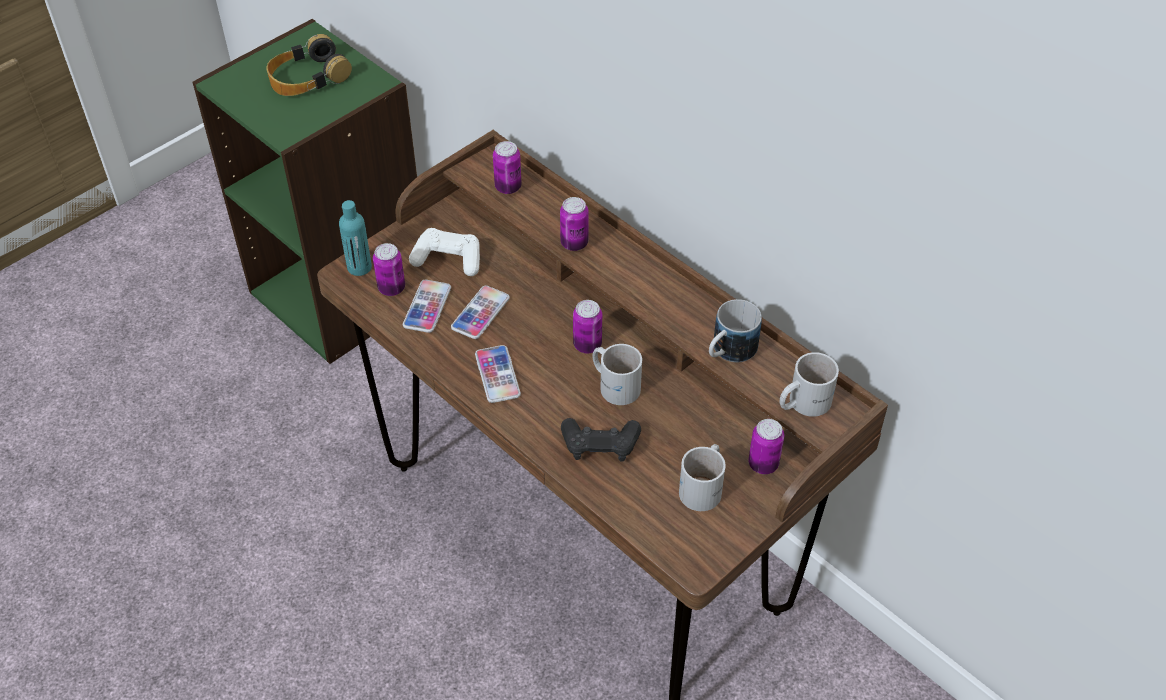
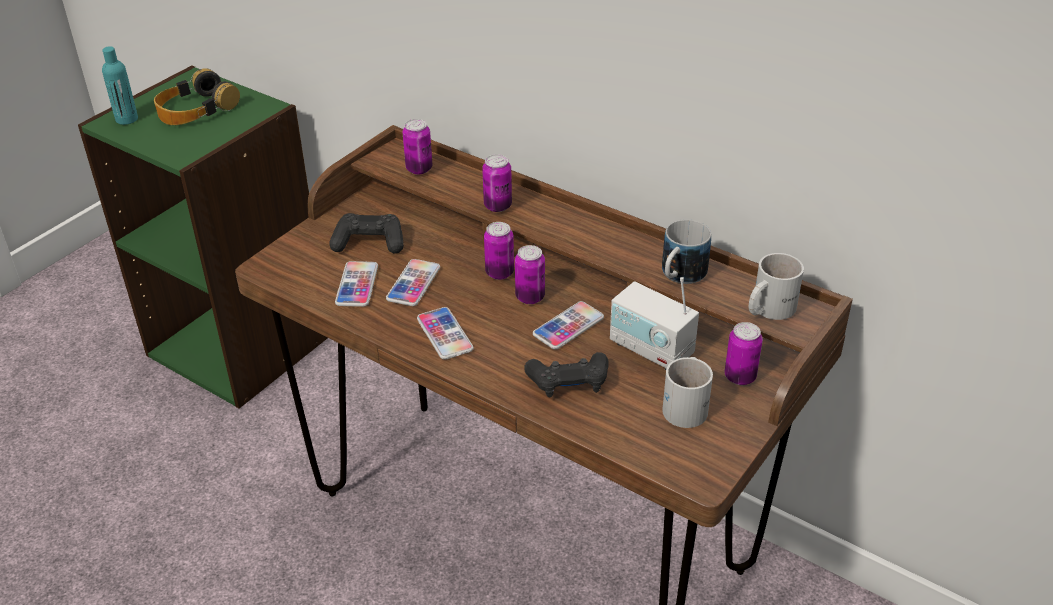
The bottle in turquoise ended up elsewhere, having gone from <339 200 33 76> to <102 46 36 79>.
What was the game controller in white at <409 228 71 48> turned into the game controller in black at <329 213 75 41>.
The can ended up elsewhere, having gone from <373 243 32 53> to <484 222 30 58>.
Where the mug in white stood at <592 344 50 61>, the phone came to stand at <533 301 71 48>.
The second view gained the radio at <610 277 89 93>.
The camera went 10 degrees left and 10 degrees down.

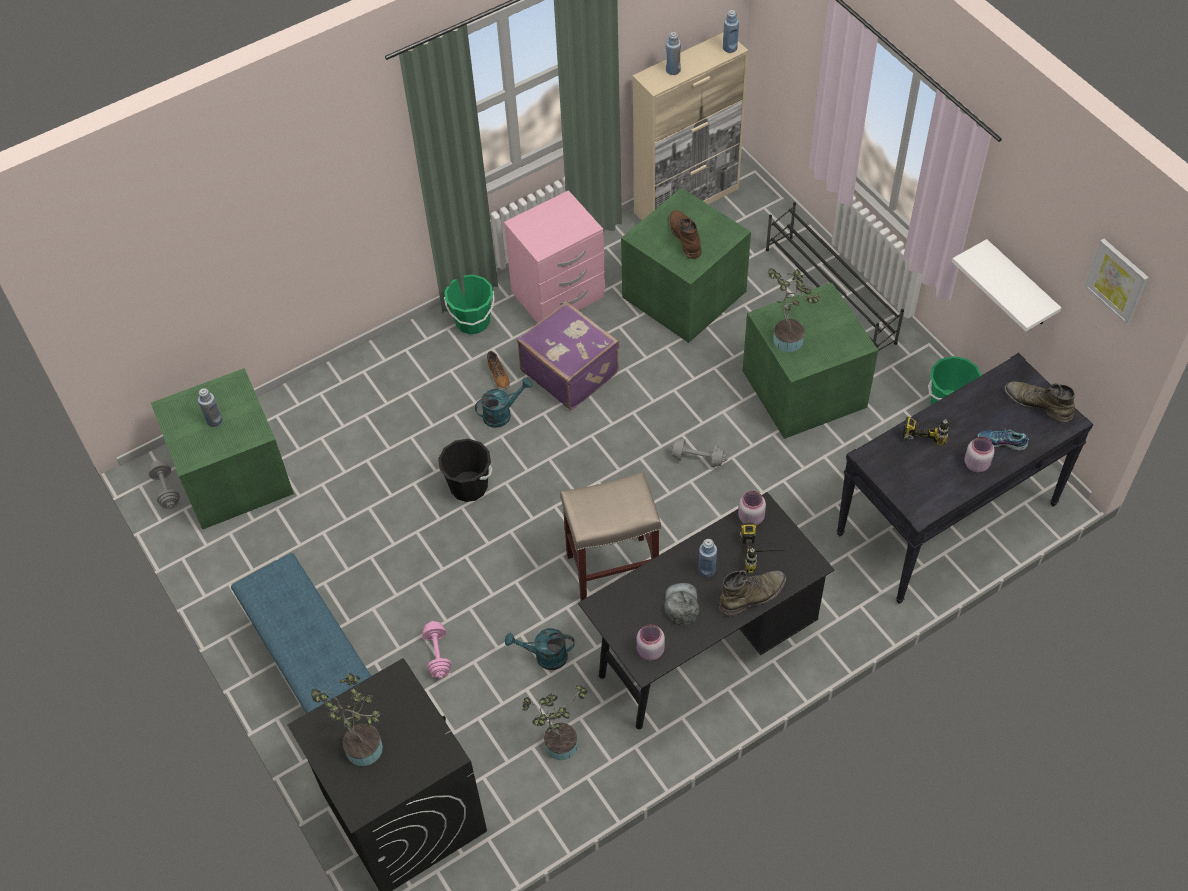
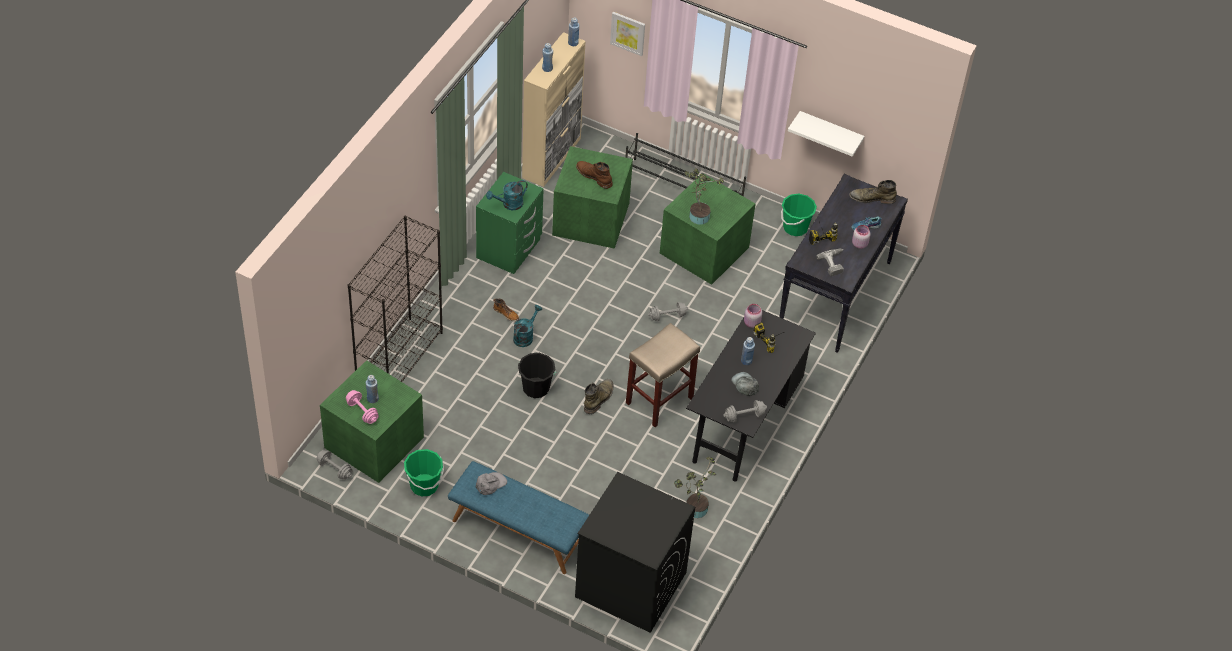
The dumbbell in pink ended up elsewhere, having gone from <422 621 29 58> to <346 390 33 34>.
The second view gained the bookcase in black at <348 215 95 167>.
The bucket in green ended up elsewhere, having gone from <444 275 51 59> to <404 449 40 47>.
What was the nightstand in pink at <504 190 101 133> turned into the nightstand in green at <476 172 68 102>.
The second view gained the cap in grey at <476 472 31 23>.
The watering can in turquoise ended up elsewhere, having gone from <505 628 70 42> to <486 180 42 30>.
The boot in green ended up elsewhere, having gone from <719 570 67 46> to <584 379 30 35>.
The picture ended up elsewhere, having gone from <1084 239 65 86> to <610 12 35 44>.
Where the jar in pink stood at <637 624 28 36>, the dumbbell in grey came to stand at <723 400 44 23>.
The second view gained the power drill at <816 249 28 27>.
The second view lost the potted plant at <311 673 72 93>.
The second view lost the suitcase in purple at <517 301 102 109>.
The camera went 35 degrees left and 5 degrees down.

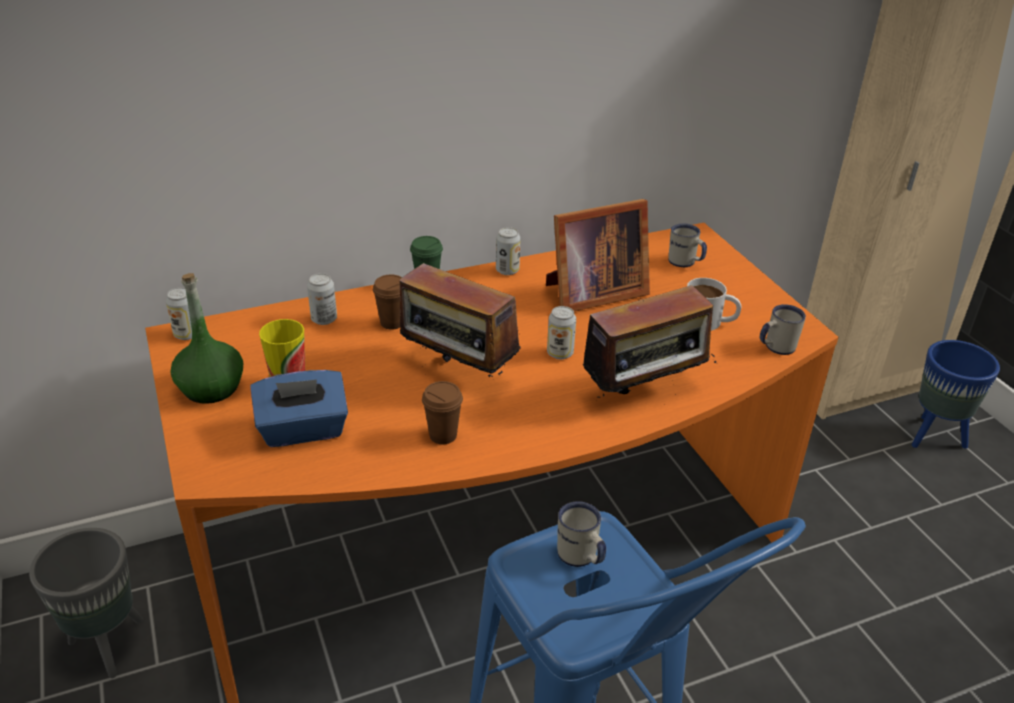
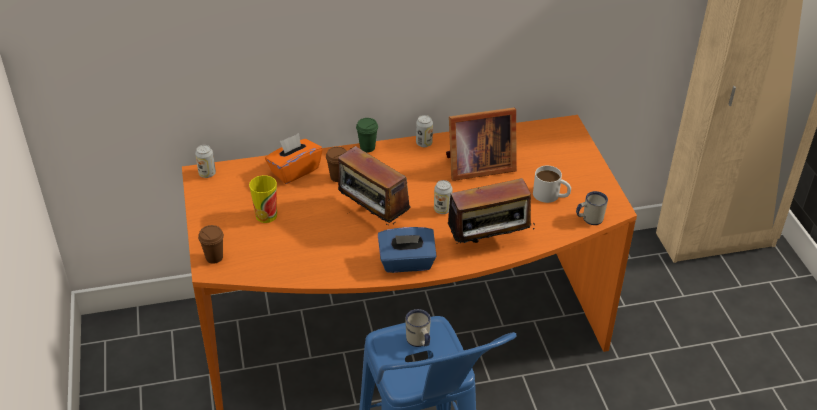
The cup in brown ended up elsewhere, having gone from <422 381 41 63> to <198 225 26 39>.
Where the can stood at <307 273 30 52>, the tissue box in orange came to stand at <265 133 57 51>.
The tissue box in blue ended up elsewhere, having gone from <250 370 98 77> to <378 227 59 46>.
The second view lost the planter in grey at <29 528 114 150>.
The second view lost the bottle in green at <170 273 73 131>.
The second view lost the mug in white at <668 223 39 44>.
The second view lost the planter in blue at <912 340 88 109>.
The camera went 10 degrees right and 5 degrees up.

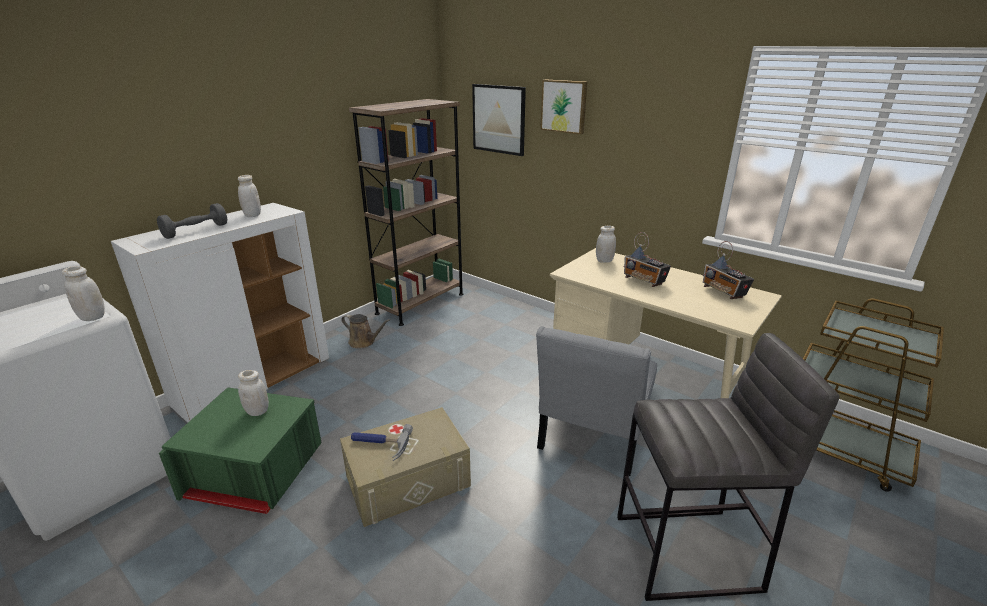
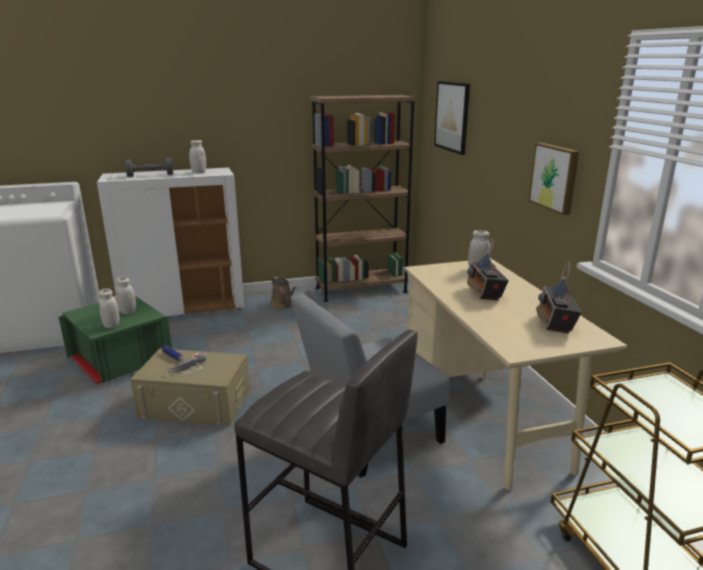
The jar in white ended up elsewhere, having gone from <62 266 43 55> to <99 288 21 40>.
The picture ended up elsewhere, having gone from <540 80 47 55> to <529 143 50 72>.
The camera went 35 degrees right and 5 degrees down.

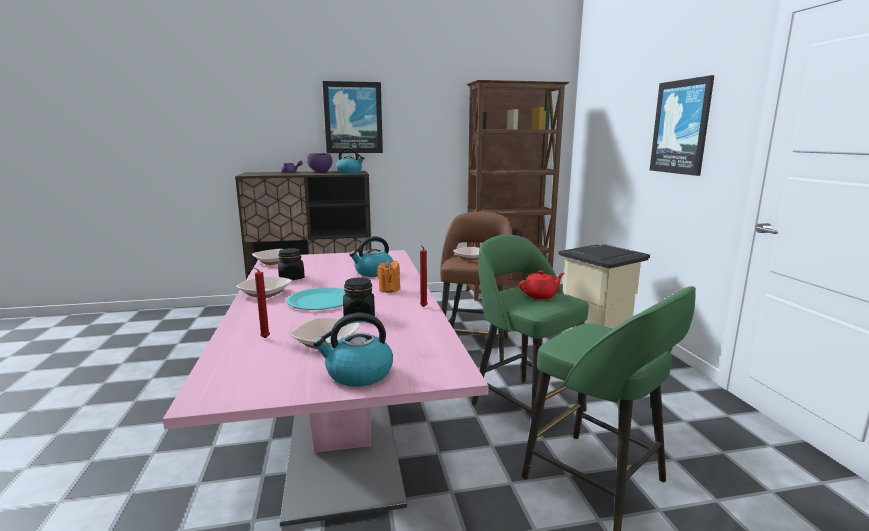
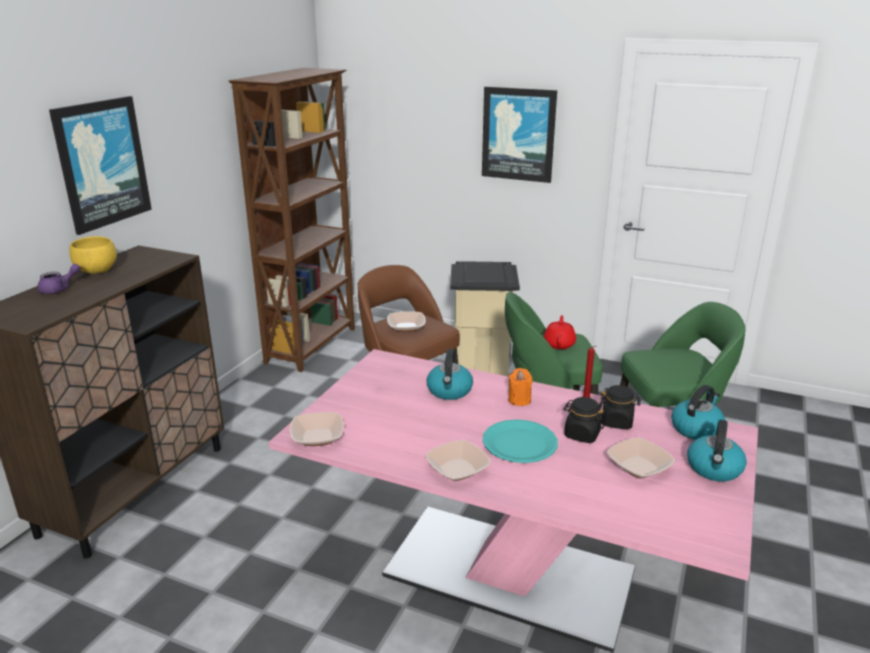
What was the bowl in purple at <307 153 25 19> turned into the bowl in yellow at <69 236 48 38>.
The jar in black ended up elsewhere, having gone from <278 248 27 32> to <599 385 42 44>.
The kettle ended up elsewhere, having gone from <336 148 29 25> to <671 385 54 55>.
The second view lost the candle in red at <250 266 20 72>.
The camera went 55 degrees left and 10 degrees up.

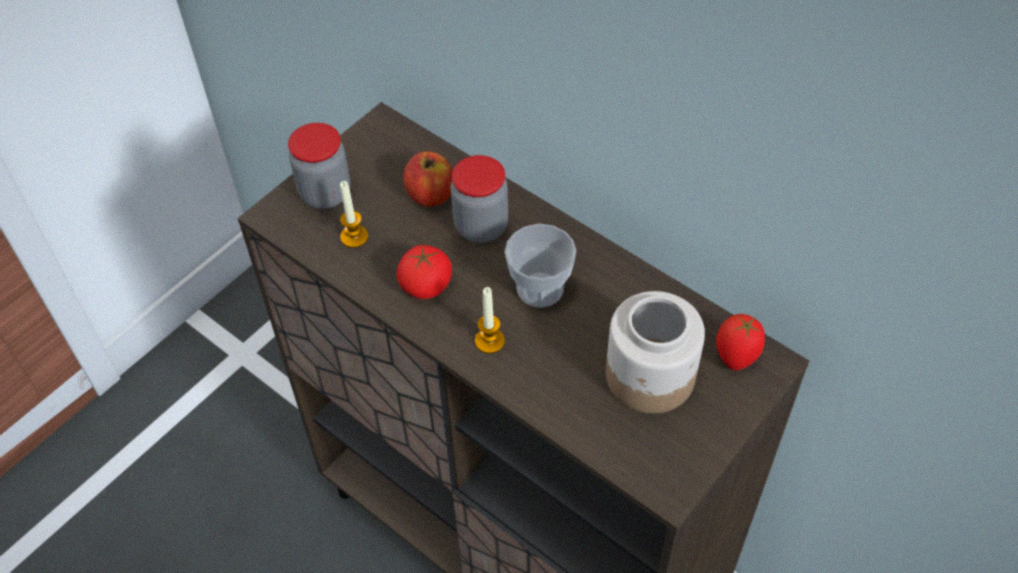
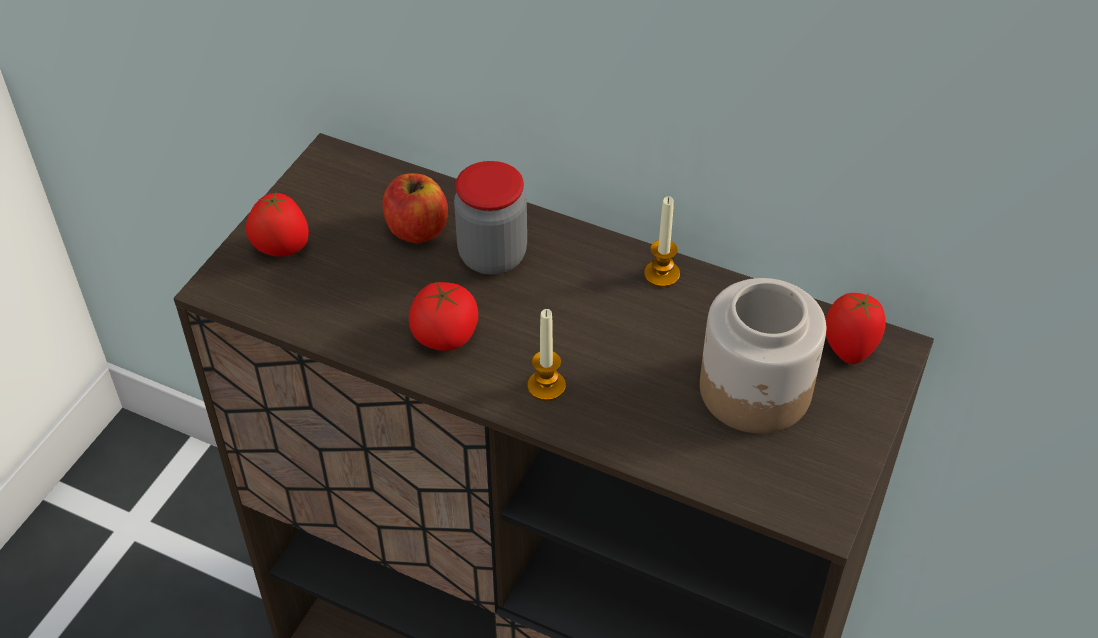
Where the jar stood at <288 123 62 86>, the tomato came to stand at <246 192 63 65>.
The candle ended up elsewhere, having gone from <340 181 28 67> to <644 196 36 91>.
The second view lost the cup at <504 224 73 84>.
The camera went 15 degrees left and 5 degrees down.

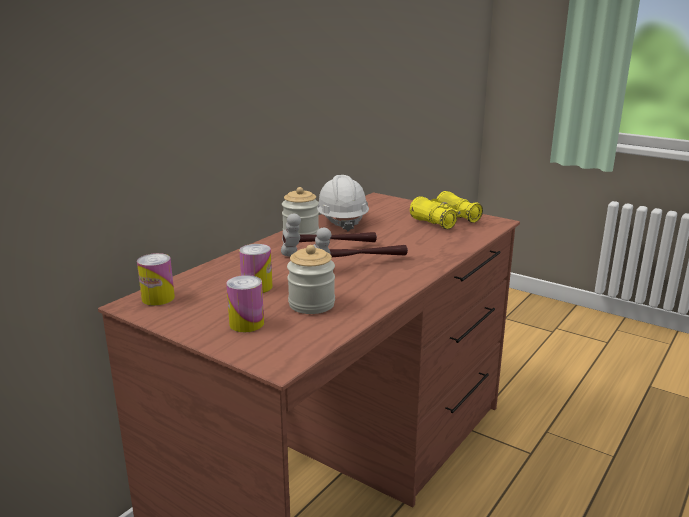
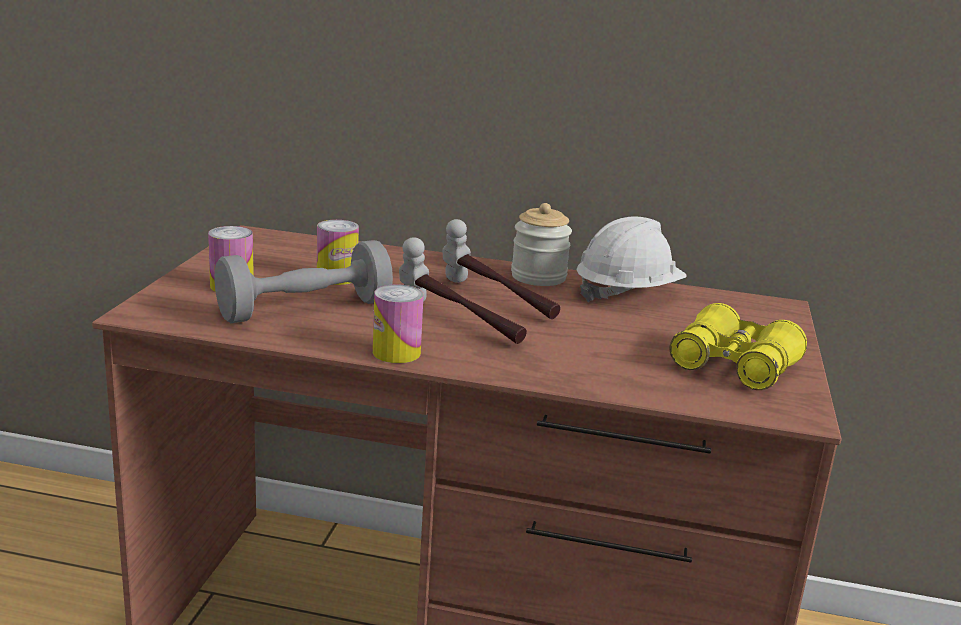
Where the jar stood at <287 245 48 69>, the dumbbell in grey came to stand at <214 240 179 83>.
The can ended up elsewhere, having gone from <137 253 38 53> to <373 284 51 79>.
The camera went 65 degrees right and 0 degrees up.

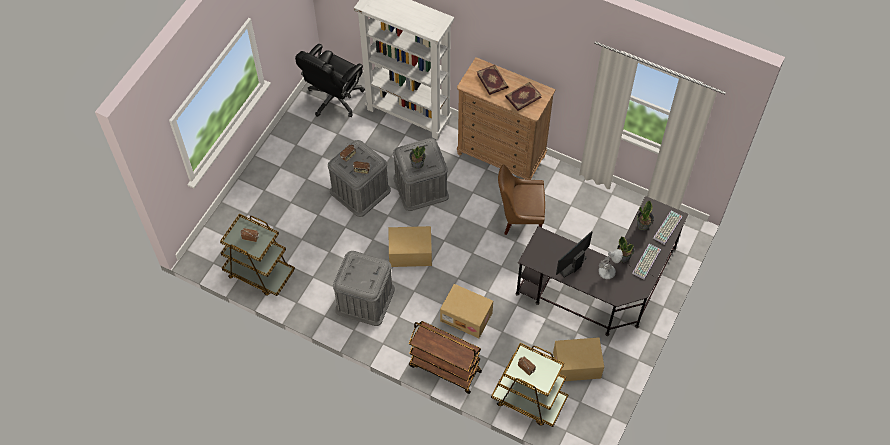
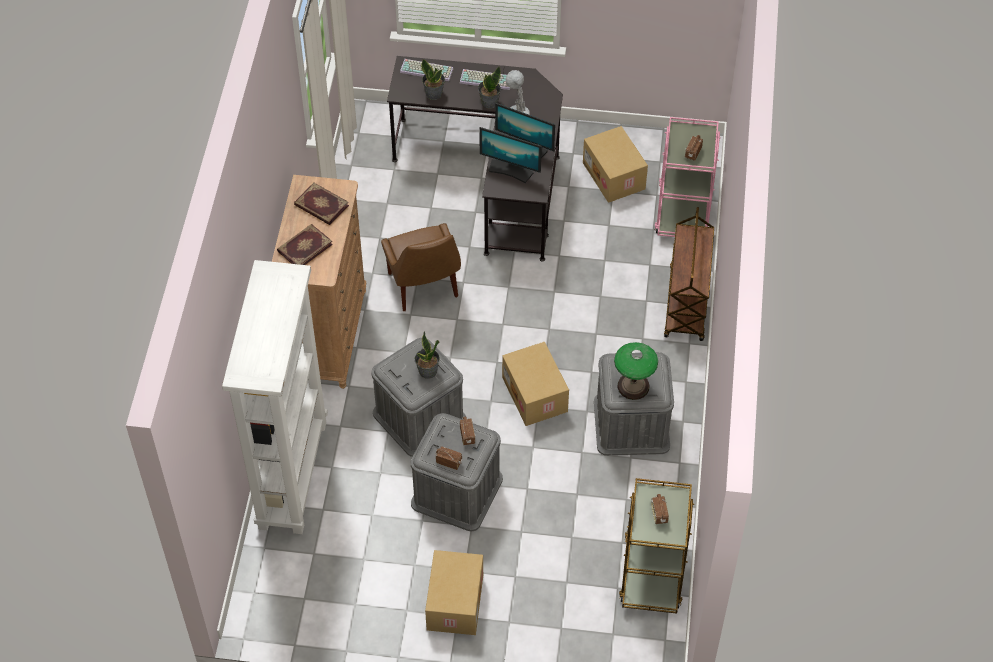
The cardboard box ended up elsewhere, having gone from <440 284 53 54> to <425 550 58 85>.
The second view gained the monitor at <479 127 63 56>.
The second view gained the table lamp at <614 342 44 58>.
What was the cart in brown at <491 343 77 84> turned into the cart in pink at <655 117 66 120>.
The second view lost the office chair in black at <295 44 70 73>.
The camera went 110 degrees left and 5 degrees down.

